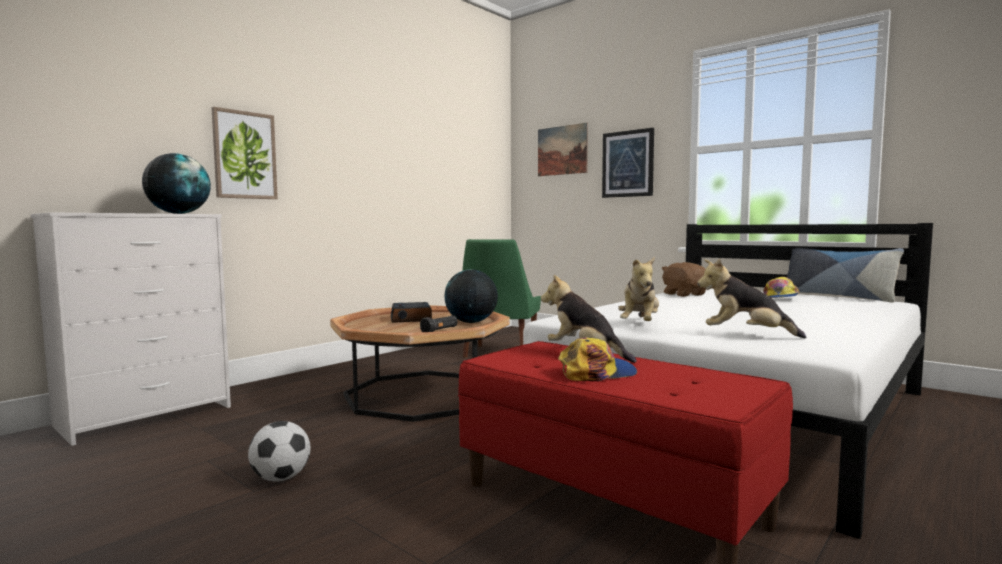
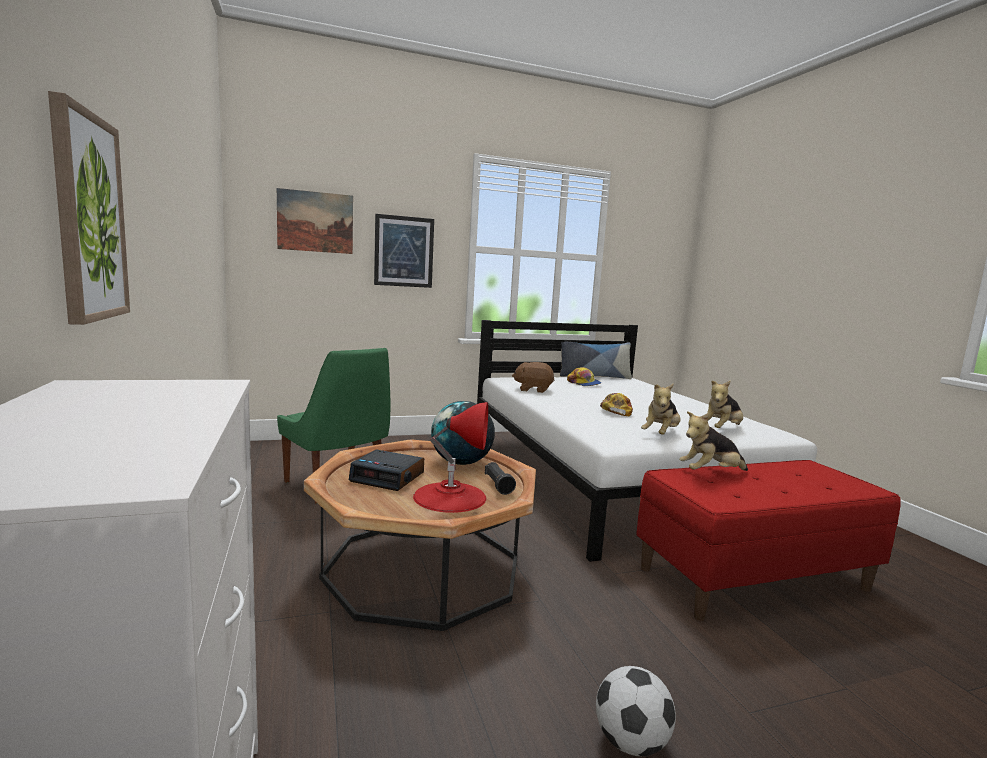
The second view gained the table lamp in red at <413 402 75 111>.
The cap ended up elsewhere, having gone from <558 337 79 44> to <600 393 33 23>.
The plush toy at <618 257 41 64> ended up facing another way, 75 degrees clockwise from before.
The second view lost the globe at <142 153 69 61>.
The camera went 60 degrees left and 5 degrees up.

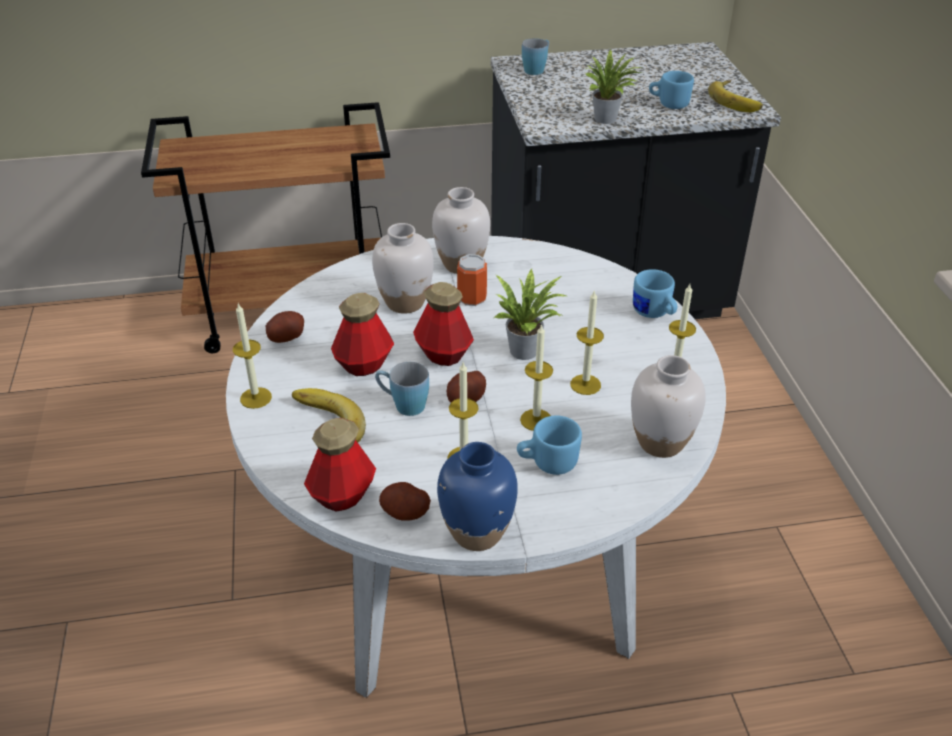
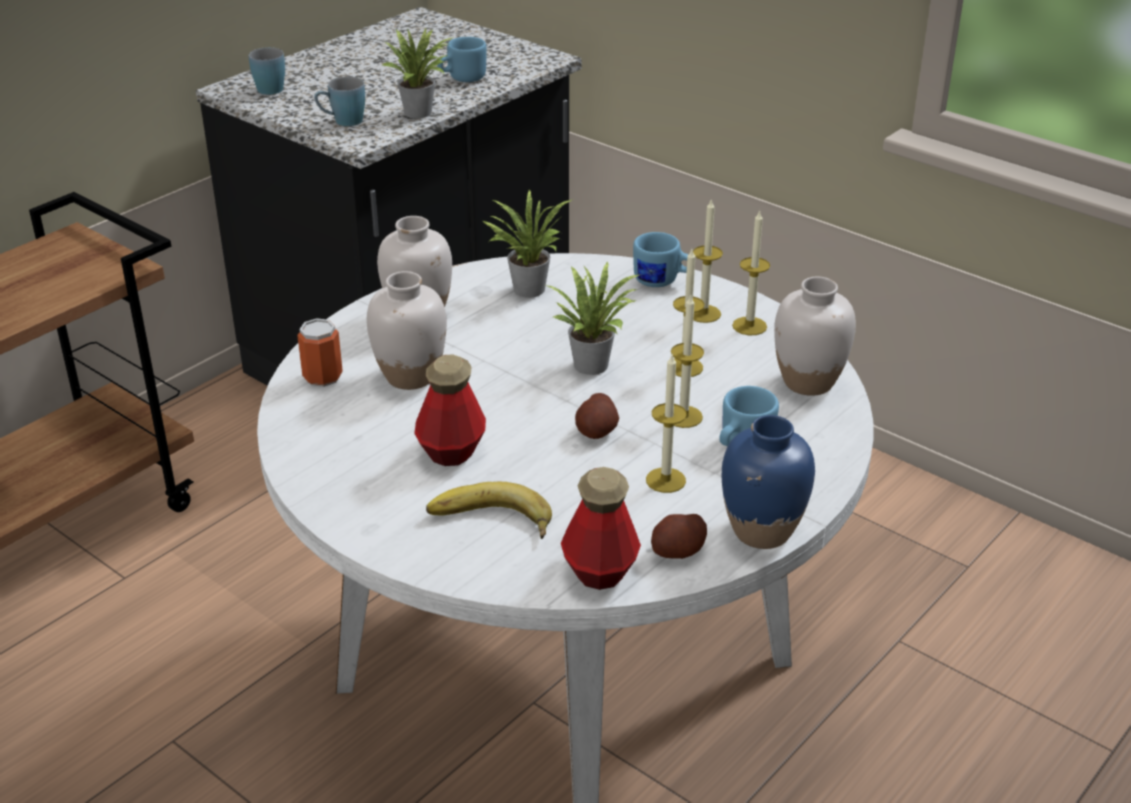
The can ended up elsewhere, having gone from <457 254 30 52> to <297 318 46 69>.
The mug in blue ended up elsewhere, having gone from <375 362 54 54> to <314 77 51 49>.
The second view gained the potted plant at <483 189 89 109>.
The candle ended up elsewhere, having gone from <233 303 39 106> to <693 198 30 125>.
The second view lost the potato at <266 311 38 32>.
The second view lost the bottle at <413 282 61 84>.
The second view lost the banana at <708 80 55 33>.
The camera went 40 degrees left and 5 degrees down.

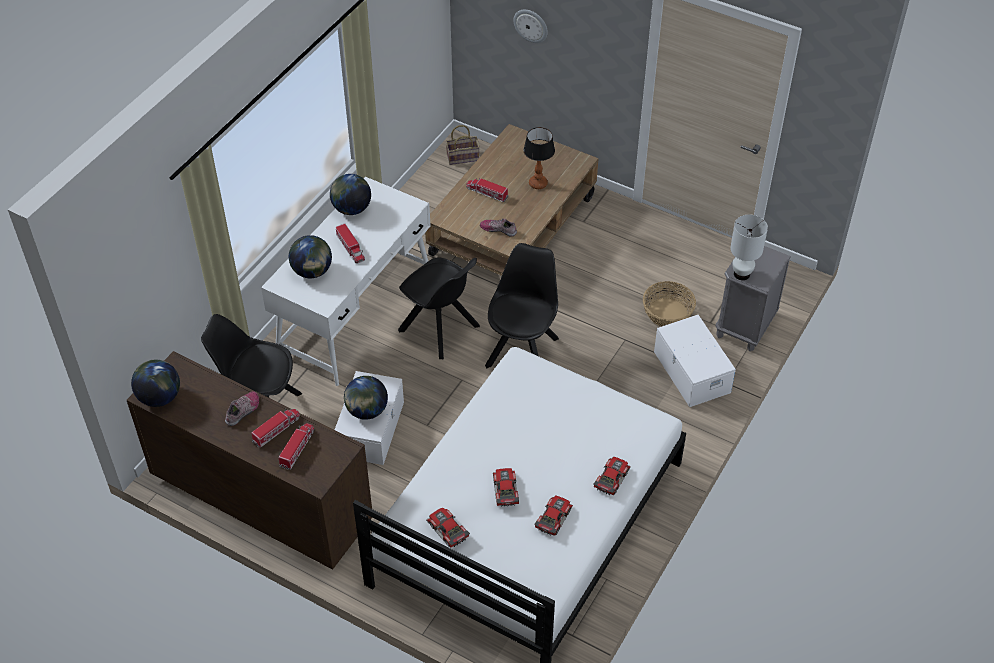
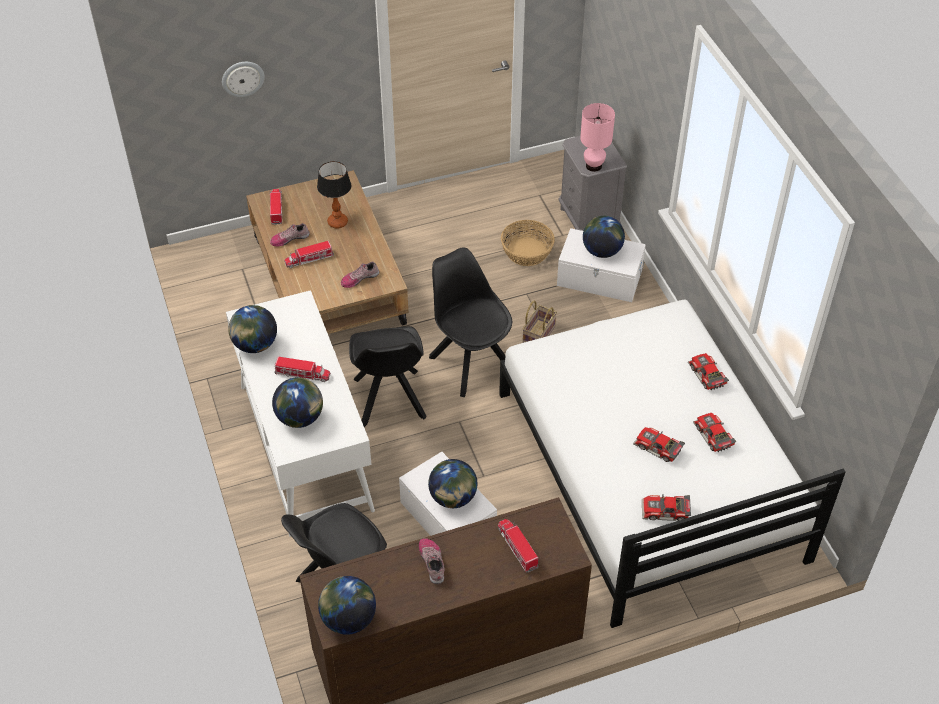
The toy truck ended up elsewhere, having gone from <251 409 49 39> to <270 189 12 36>.
The second view gained the shoe at <270 223 40 23>.
The chair in black at <398 257 82 102> ended up facing another way, 90 degrees clockwise from before.
The basket ended up elsewhere, having gone from <446 125 34 40> to <522 300 35 43>.
What was the table lamp in white at <730 215 38 65> turned into the table lamp in pink at <580 103 35 69>.
The second view gained the globe at <583 216 42 42>.
The camera went 50 degrees left and 0 degrees up.

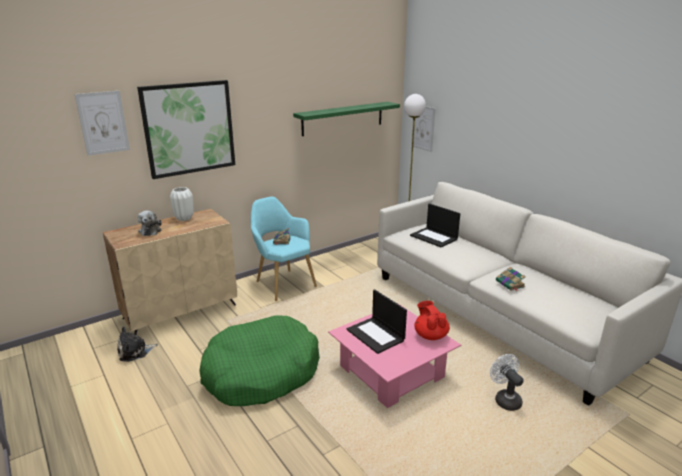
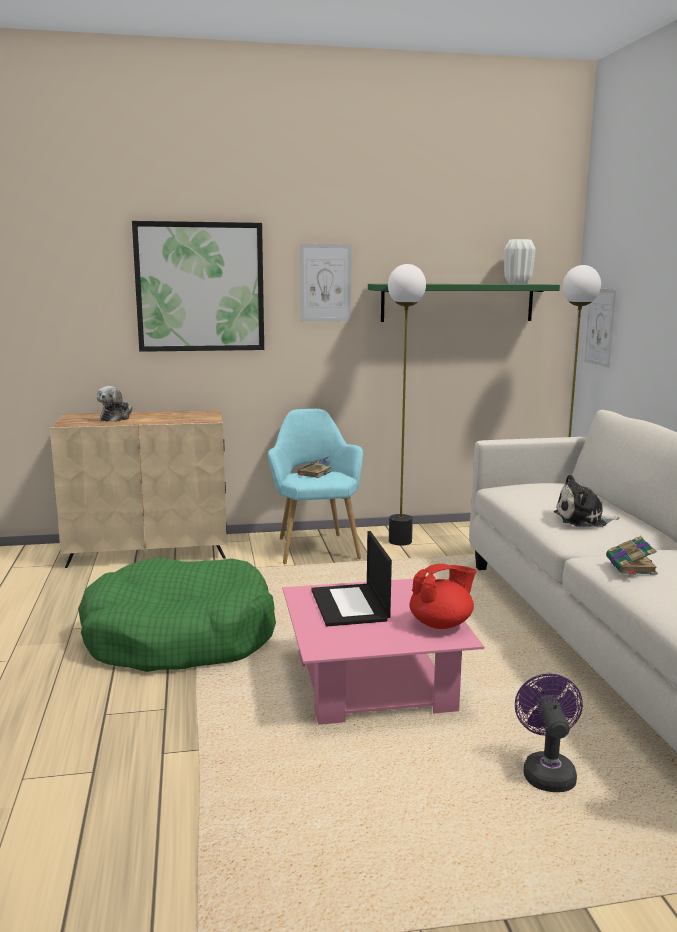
The picture ended up elsewhere, having gone from <75 91 55 65> to <300 244 52 78>.
The second view gained the floor lamp at <388 264 38 282>.
The teapot in red at <414 301 36 39> ended up facing another way, 60 degrees clockwise from before.
The vase in white ended up elsewhere, having gone from <170 187 24 34> to <504 239 32 45>.
What was the fan in white at <490 354 34 57> turned into the fan in purple at <515 673 68 119>.
The plush toy ended up elsewhere, having gone from <117 327 41 35> to <554 475 66 52>.
The second view lost the laptop at <410 203 50 44>.
The camera went 25 degrees right and 10 degrees down.

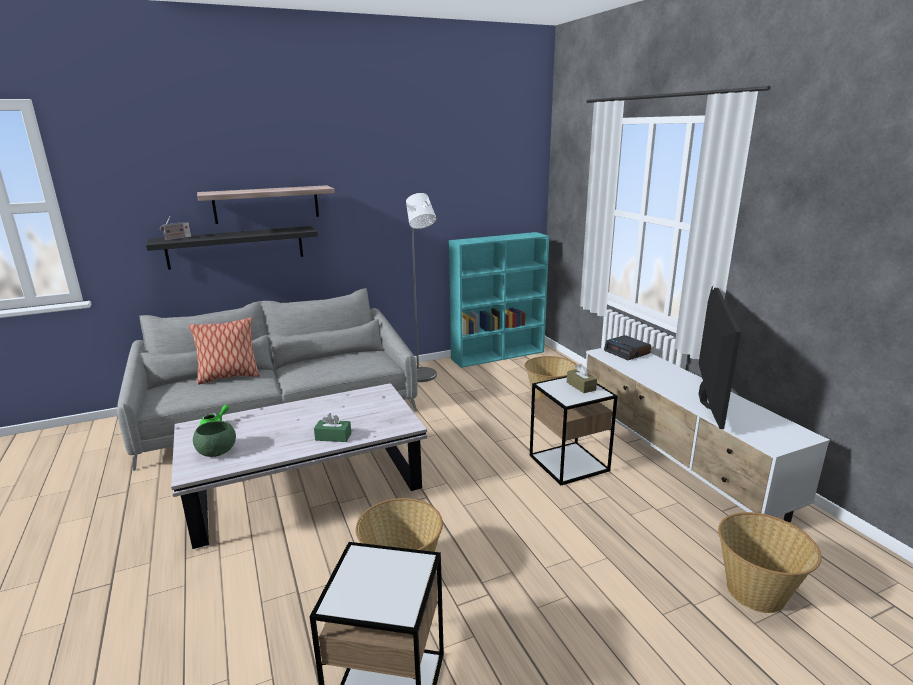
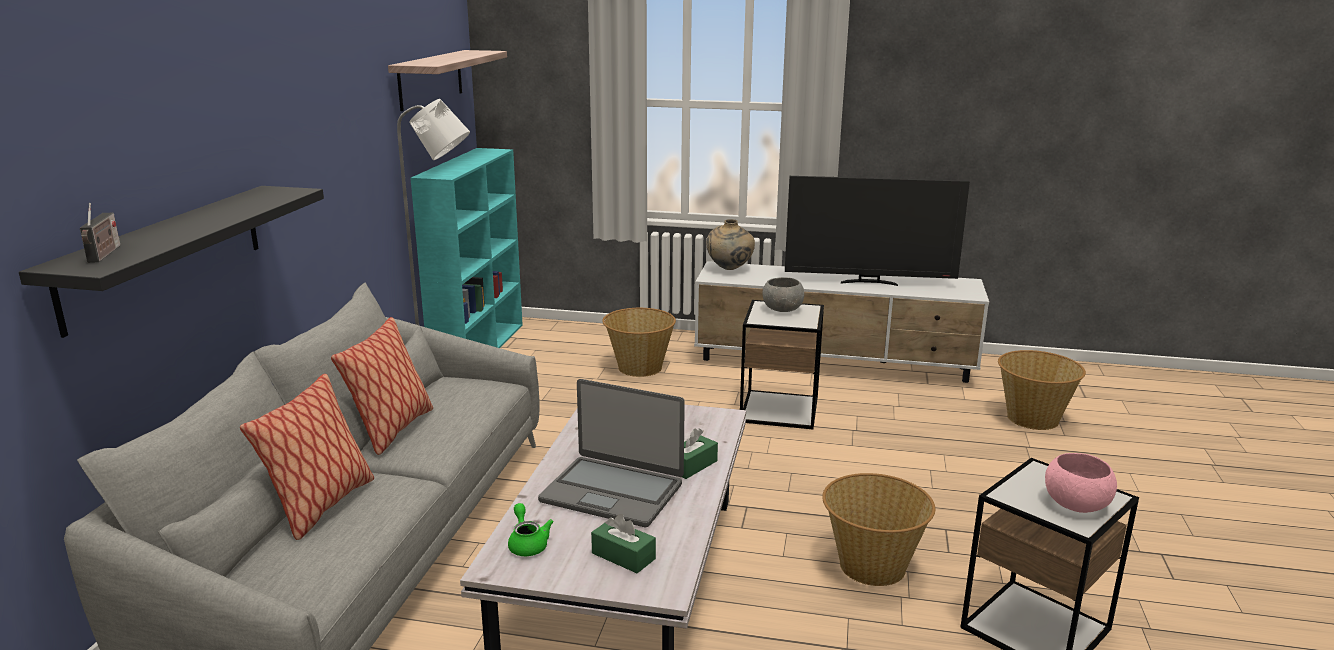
The second view gained the pillow at <331 317 102 138>.
The shelf ended up elsewhere, having gone from <197 185 138 39> to <388 50 119 61>.
The second view gained the laptop at <538 379 147 148>.
Where the bowl in green stood at <193 421 43 36>, the tissue box in green came to stand at <591 514 65 59>.
Where the alarm clock stood at <604 335 47 25>, the vase in beige came to stand at <707 219 48 51>.
Where the tissue box in brown stood at <567 364 30 29>, the bowl in grey came to stand at <762 277 42 35>.
The television at <698 286 43 143> ended up facing another way, 135 degrees clockwise from before.
The second view gained the bowl in pink at <1045 453 72 60>.
The camera went 55 degrees left and 0 degrees up.

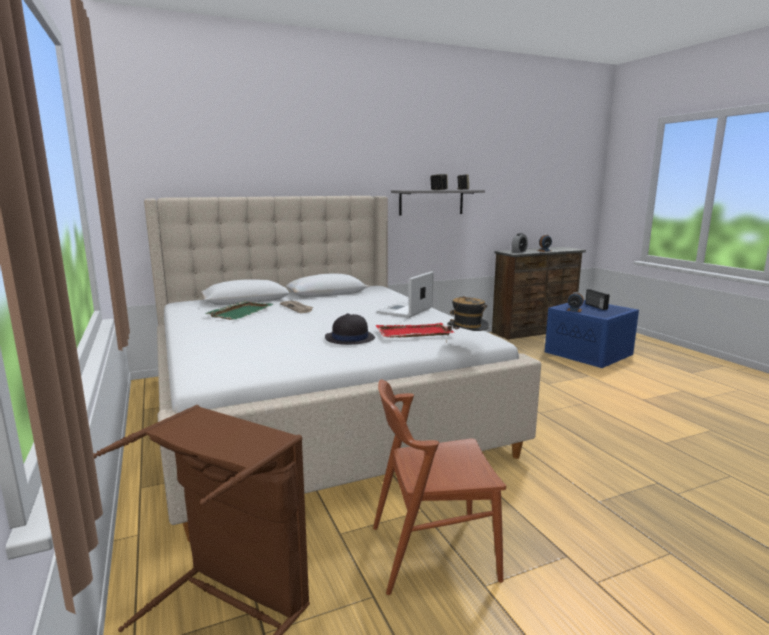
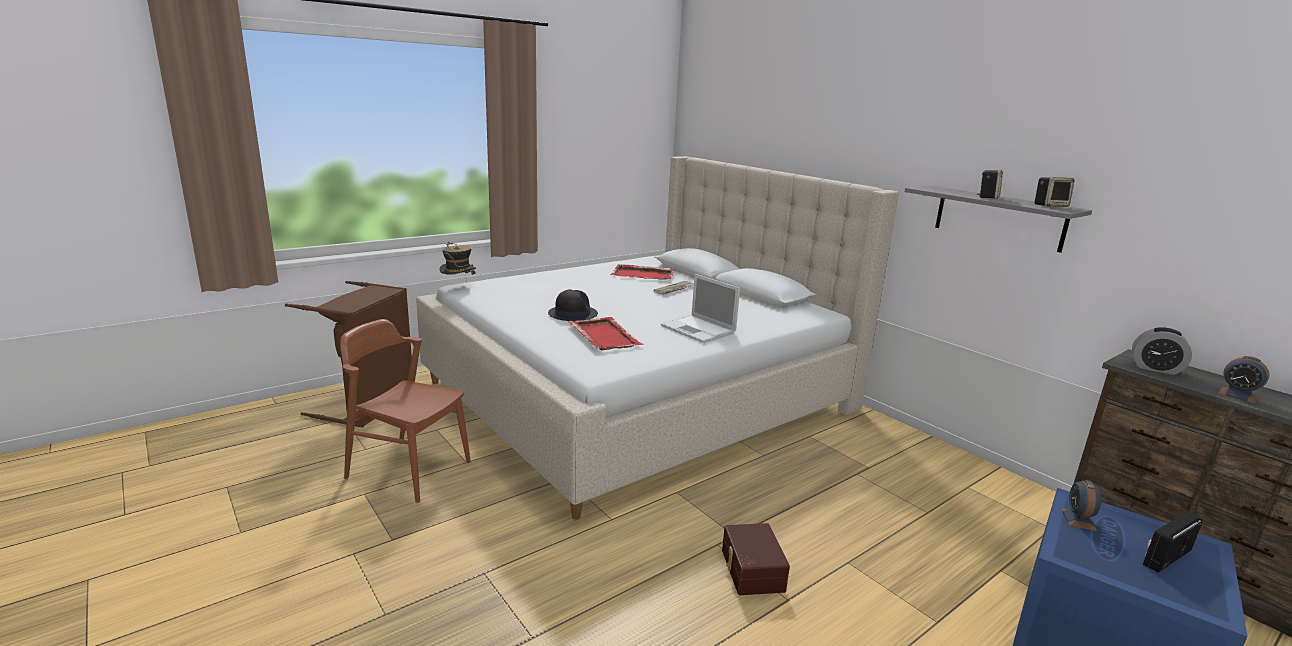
The chair in brown at <373 379 133 216> ended up facing another way, 45 degrees counterclockwise from before.
The hat ended up elsewhere, having gone from <446 296 42 47> to <440 242 36 41>.
What was the tray in green at <204 301 69 19> turned into the tray in red at <610 264 65 16>.
The laptop at <377 271 57 47> ended up facing another way, 150 degrees counterclockwise from before.
The second view gained the storage box in brown at <722 523 68 72>.
The camera went 75 degrees right and 5 degrees up.

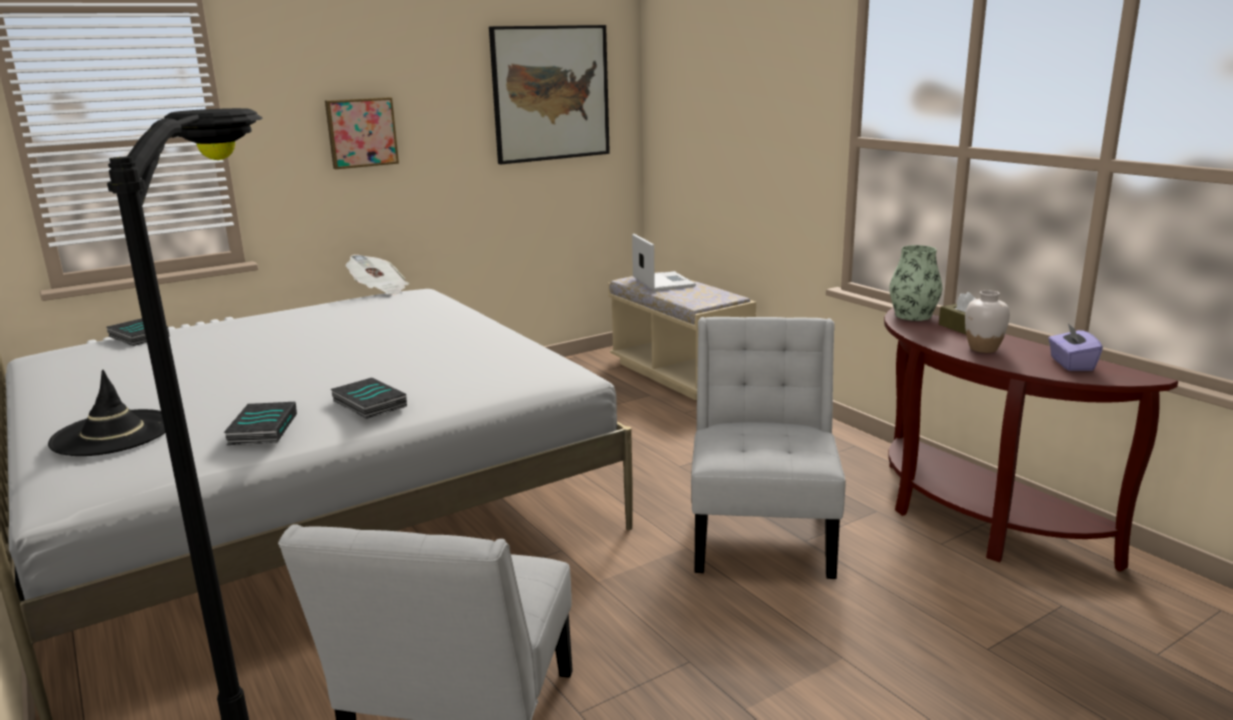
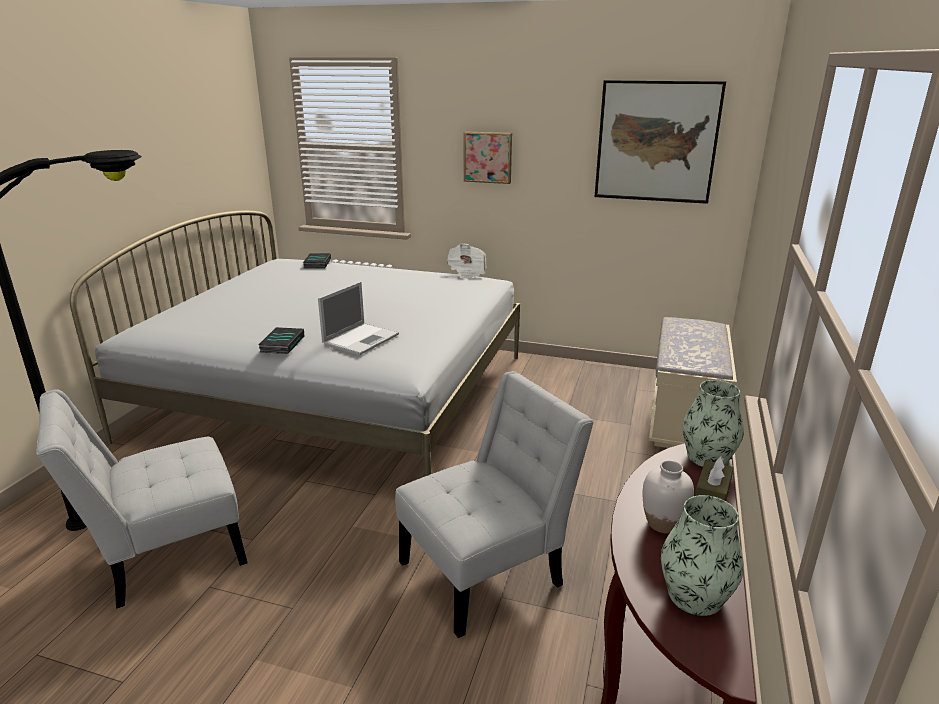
The laptop ended up elsewhere, having gone from <632 234 64 57> to <318 282 81 73>.
Where the tissue box in purple stood at <1048 323 55 48>, the vase came to stand at <661 495 83 121>.
The second view lost the hat in black at <48 369 117 87>.
The second view lost the book at <223 402 74 43>.
The camera went 50 degrees right and 5 degrees up.

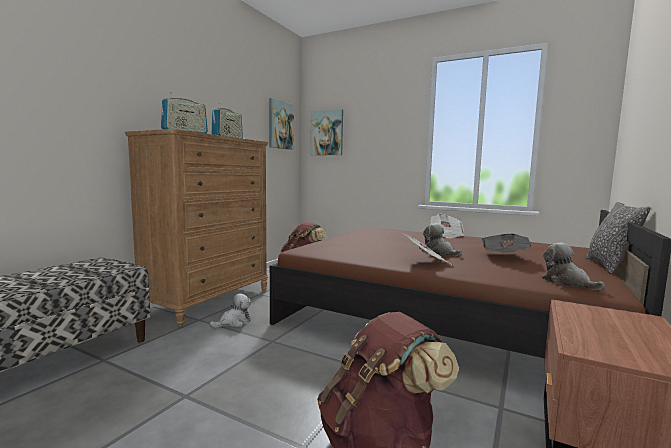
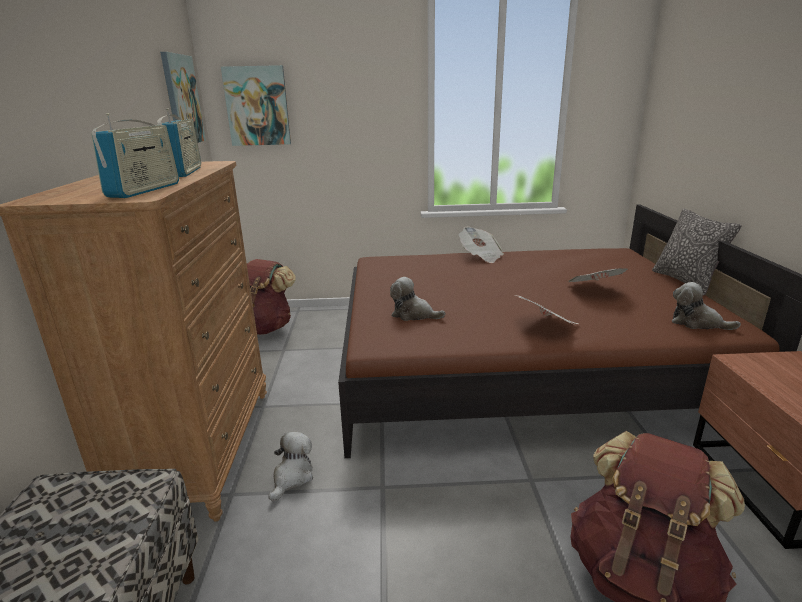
The plush toy ended up elsewhere, having gone from <423 224 39 32> to <390 277 55 44>.
The camera went 30 degrees left and 15 degrees up.

